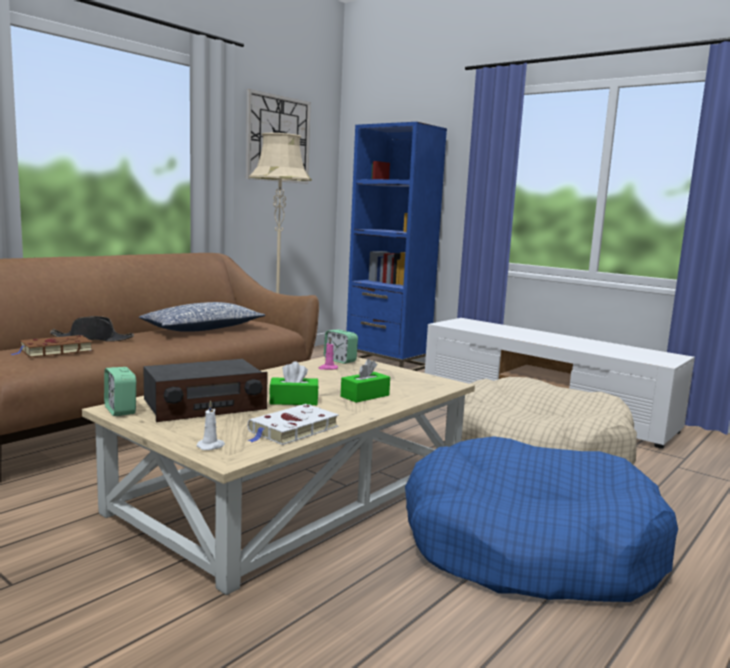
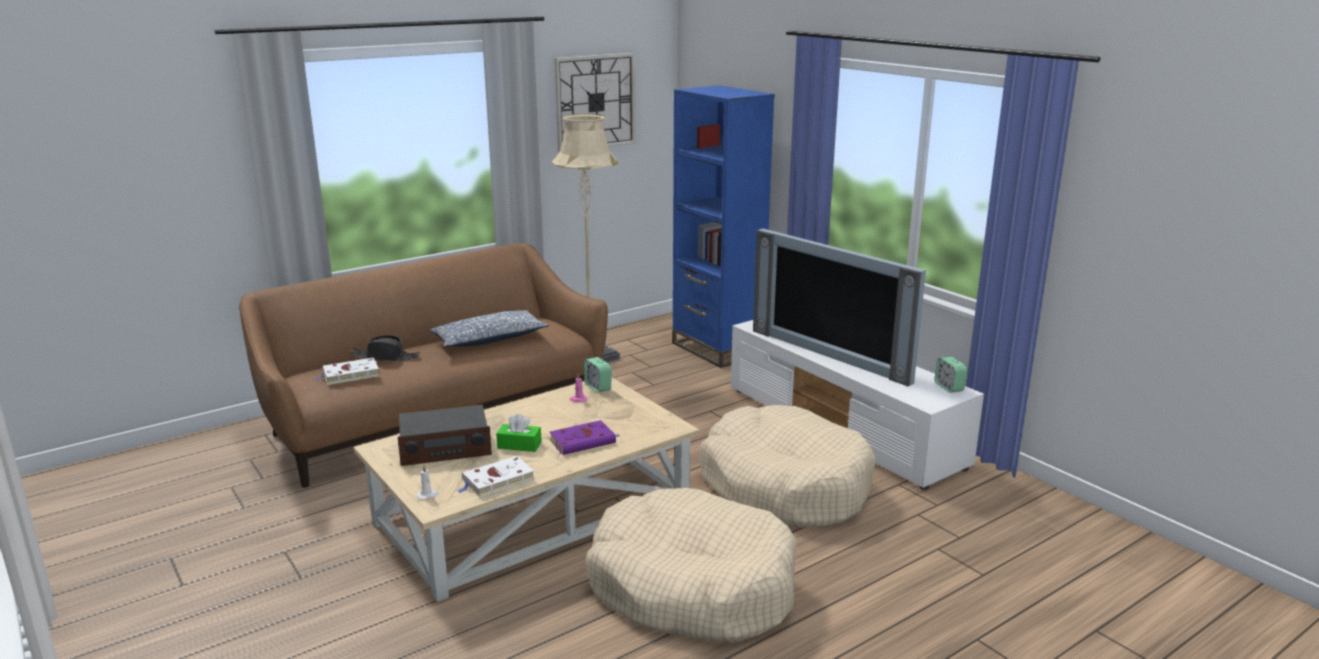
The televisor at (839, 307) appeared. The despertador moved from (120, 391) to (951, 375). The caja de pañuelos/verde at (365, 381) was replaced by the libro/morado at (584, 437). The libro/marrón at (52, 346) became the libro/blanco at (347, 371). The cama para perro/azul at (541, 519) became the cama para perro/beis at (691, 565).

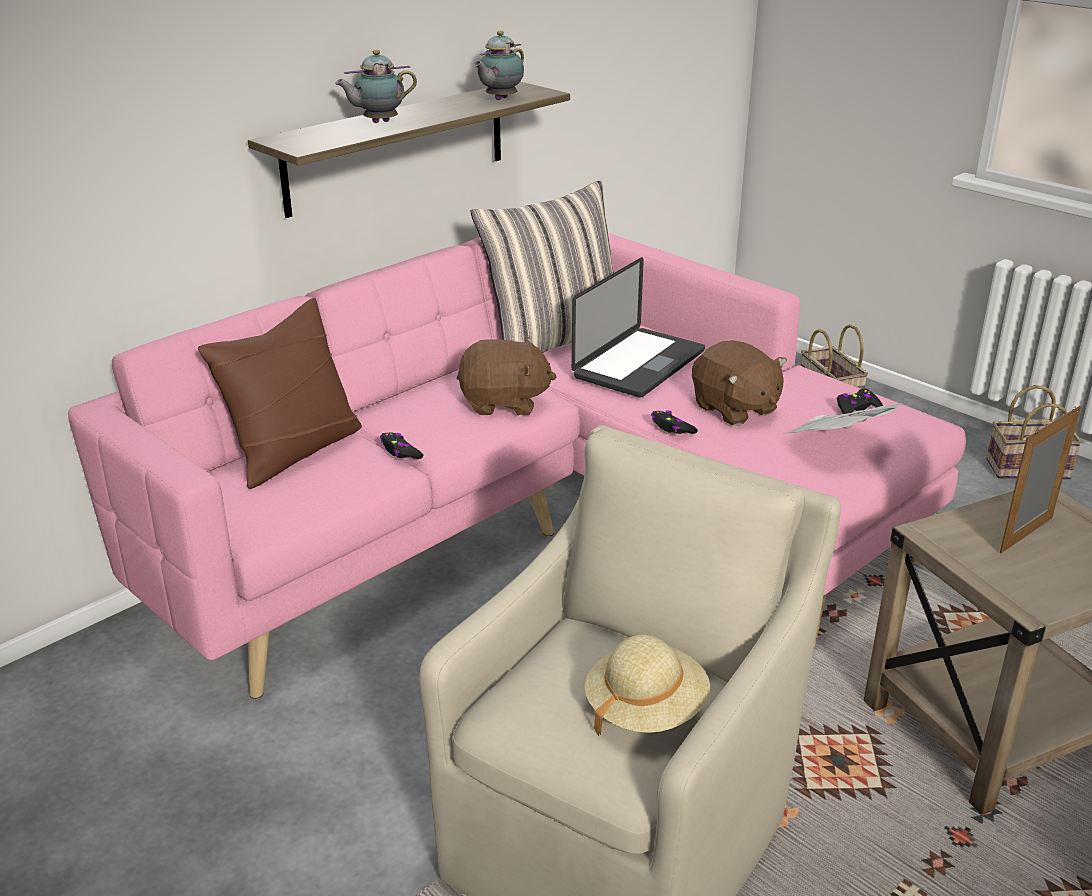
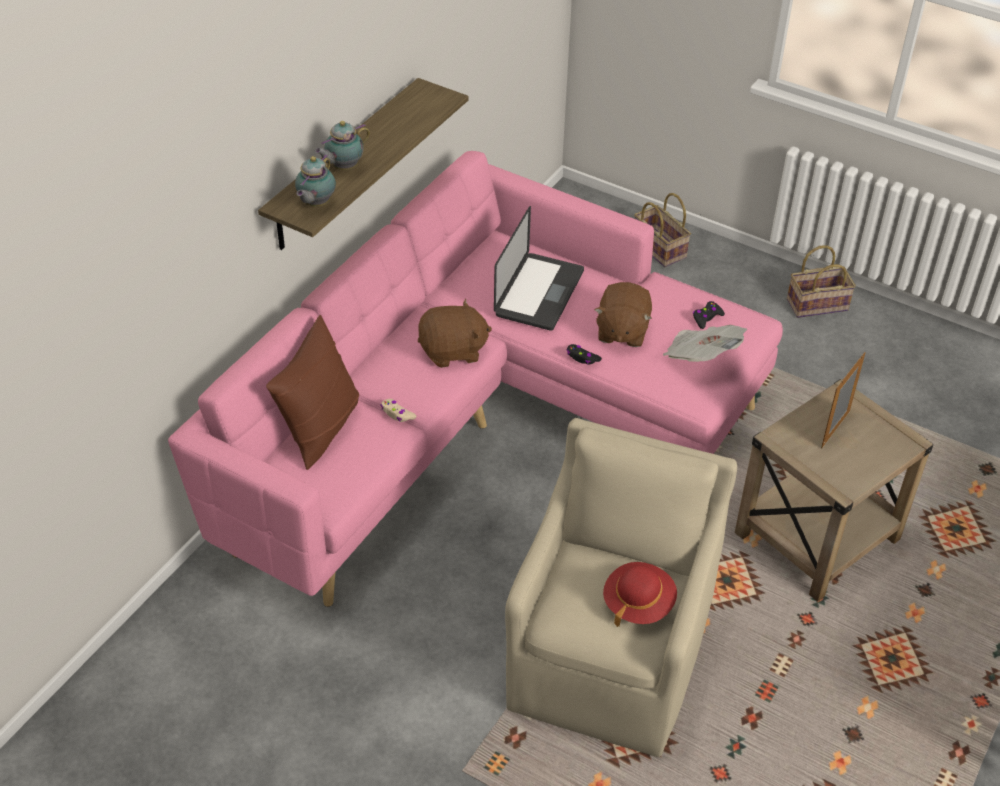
The cojín at (542, 266) disappeared. The tetera moved from (499, 65) to (315, 181). The mando de consola/negro at (401, 446) became the mando de consola/beis at (399, 410). The sombrero/beis at (647, 685) became the sombrero/rojo at (640, 594). The peluche/marrón at (739, 383) turned 60 degrees clockwise.

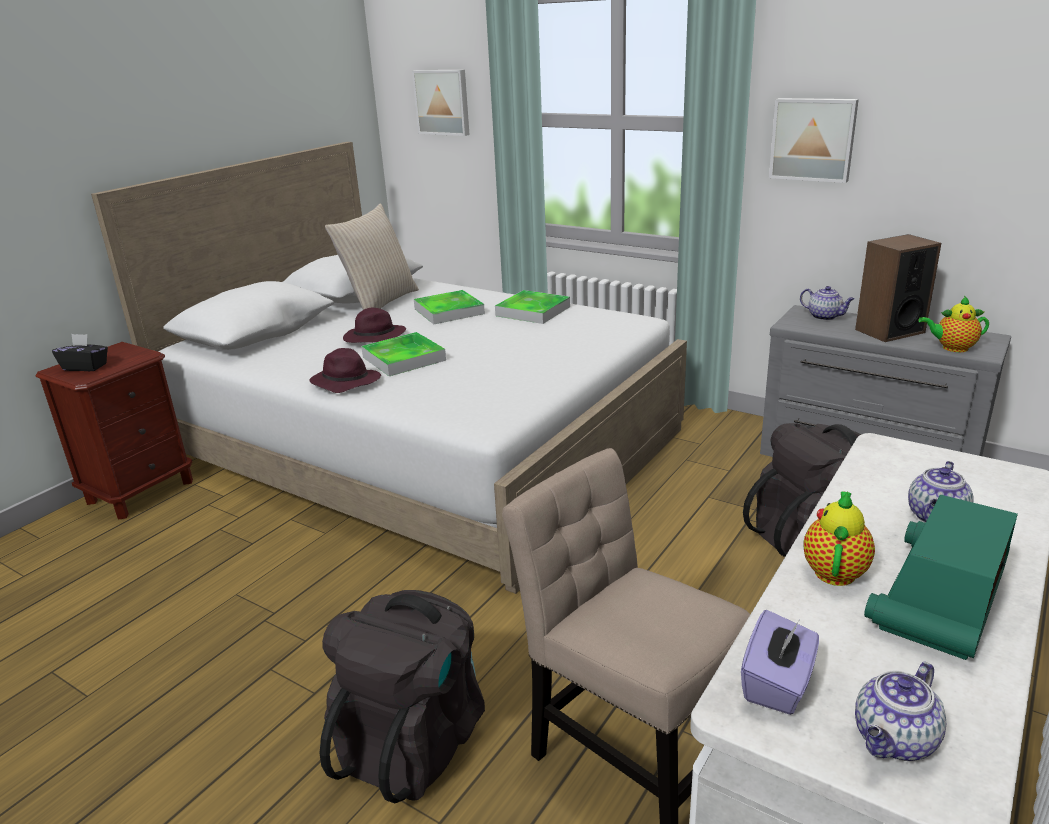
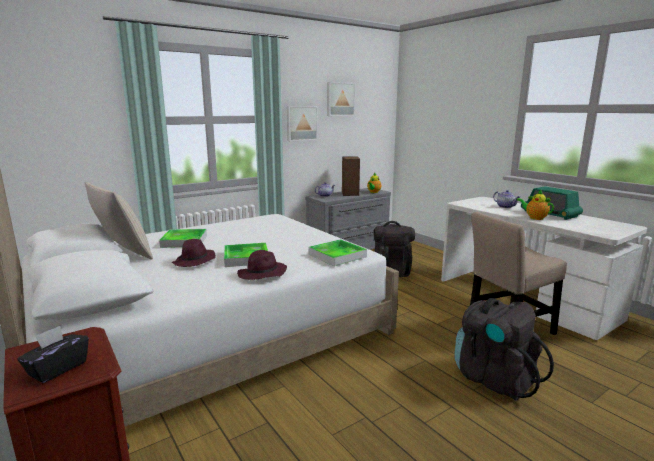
The caja de pañuelos/morado at (780, 662) disappeared. The tetera at (900, 711) disappeared. The cuadro moved from (441, 103) to (341, 99). The bandeja moved from (532, 307) to (337, 252).

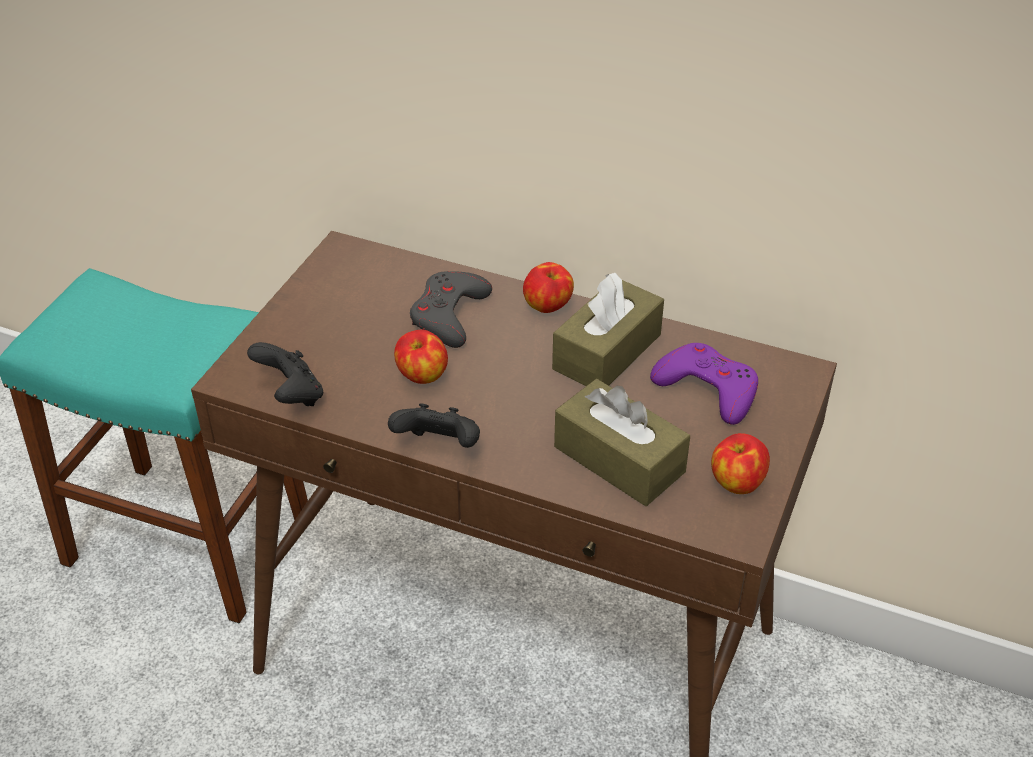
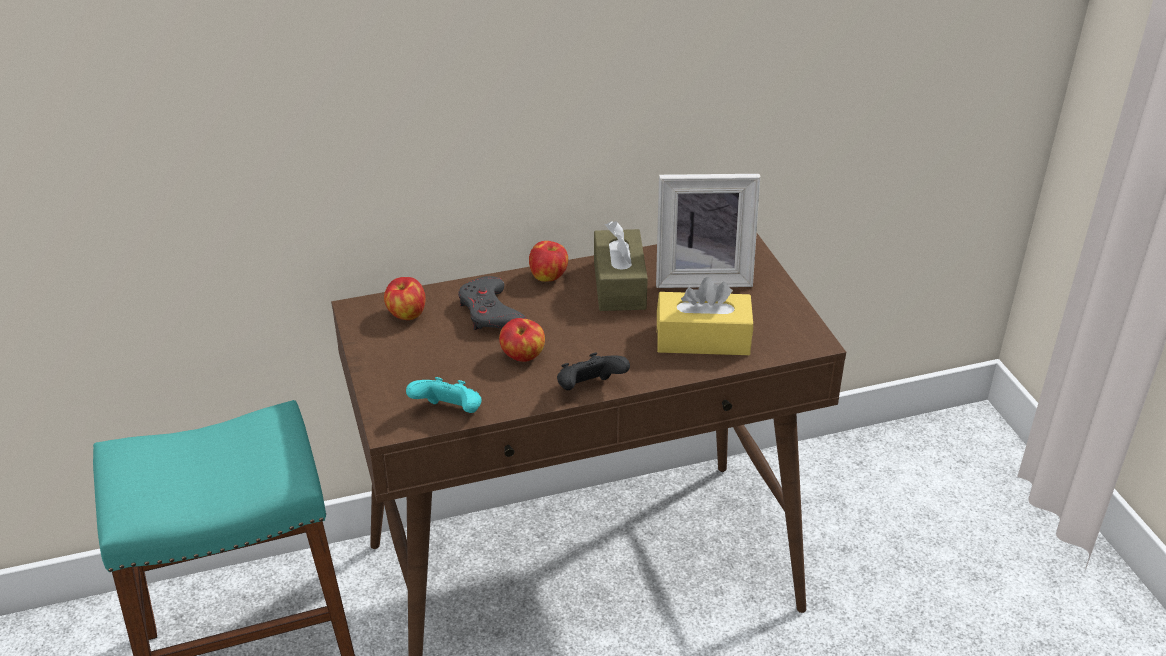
The manzana moved from (740, 463) to (405, 298). The mando de consola/morado at (704, 384) was replaced by the portarretratos at (708, 231). The mando de consola/negro at (285, 374) became the mando de consola/turquesa at (444, 395). The caja de pañuelos/marrón at (622, 442) became the caja de pañuelos/amarillo at (705, 316).

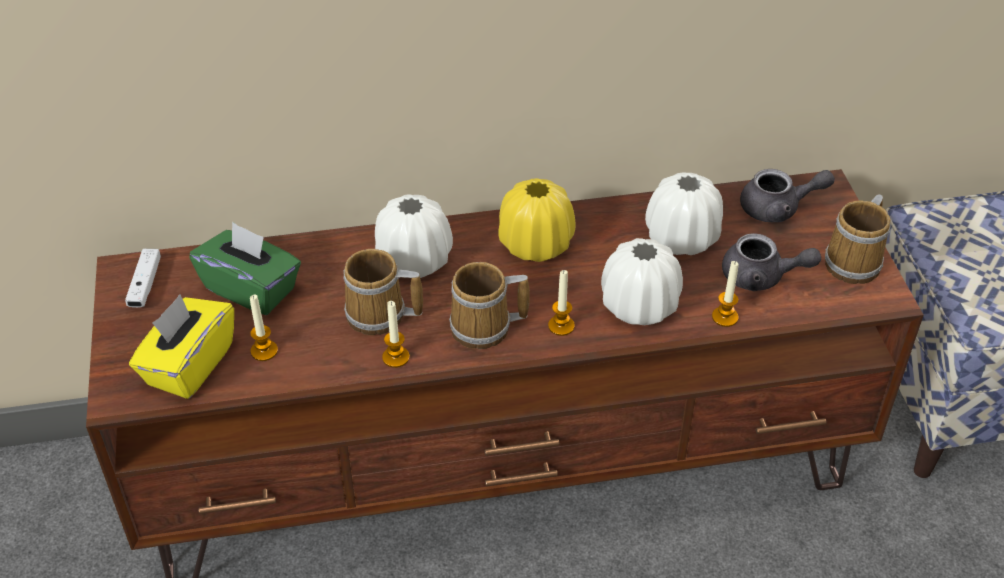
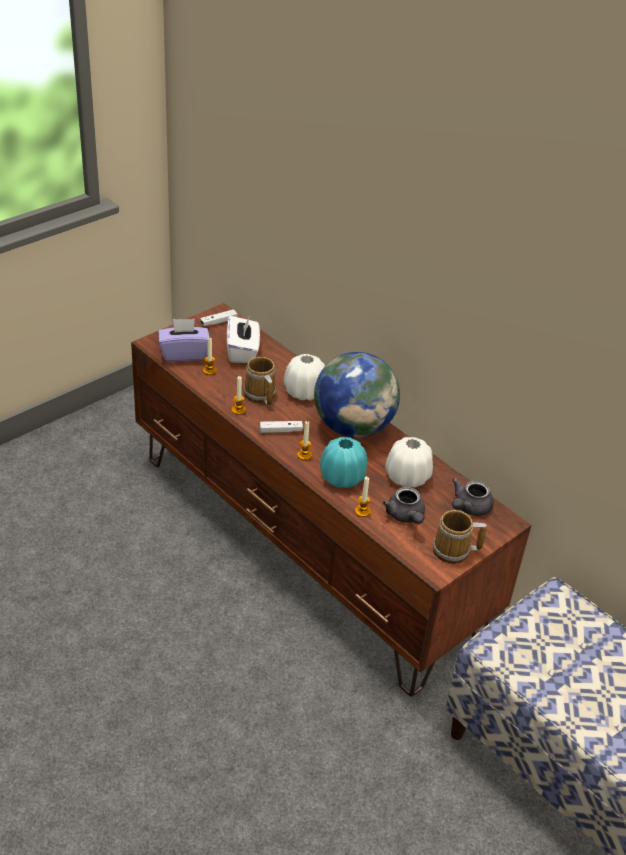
The taza grande at (489, 305) was replaced by the mando de consola/blanco at (281, 427). The florero/amarillo at (537, 220) was replaced by the globo terráqueo at (357, 395). The caja de pañuelos/amarillo at (181, 346) became the caja de pañuelos/morado at (184, 340). The caja de pañuelos/verde at (245, 268) became the caja de pañuelos/blanco at (243, 339). The florero/blanco at (642, 281) became the florero/turquesa at (343, 462). The tetera/gris at (787, 195) turned 75 degrees clockwise.

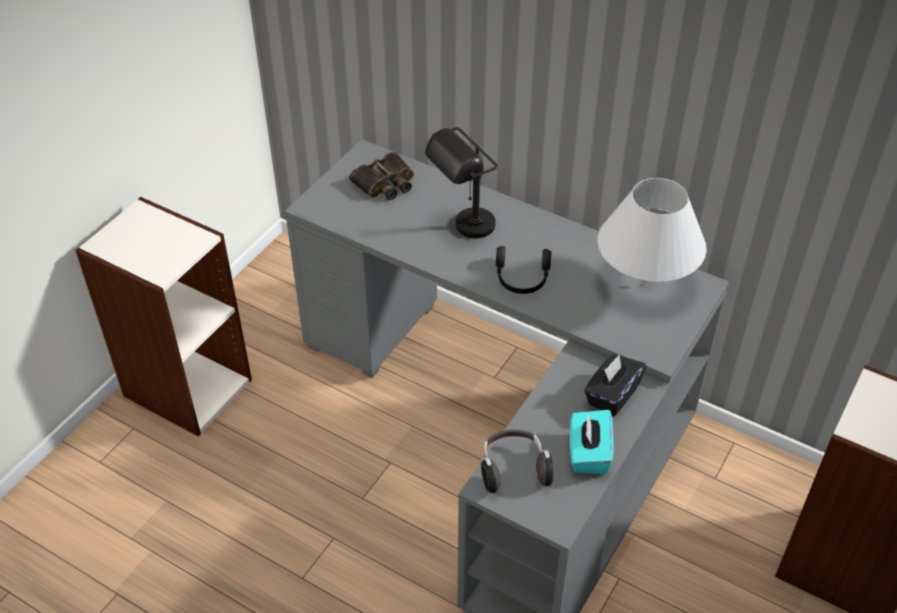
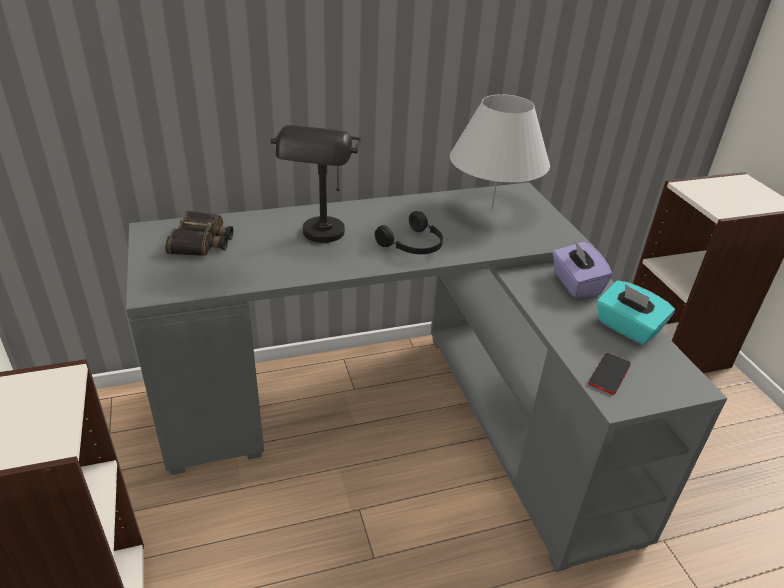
The auriculares at (517, 461) was replaced by the móvil at (610, 374). The caja de pañuelos/negro at (615, 385) became the caja de pañuelos/morado at (582, 269).

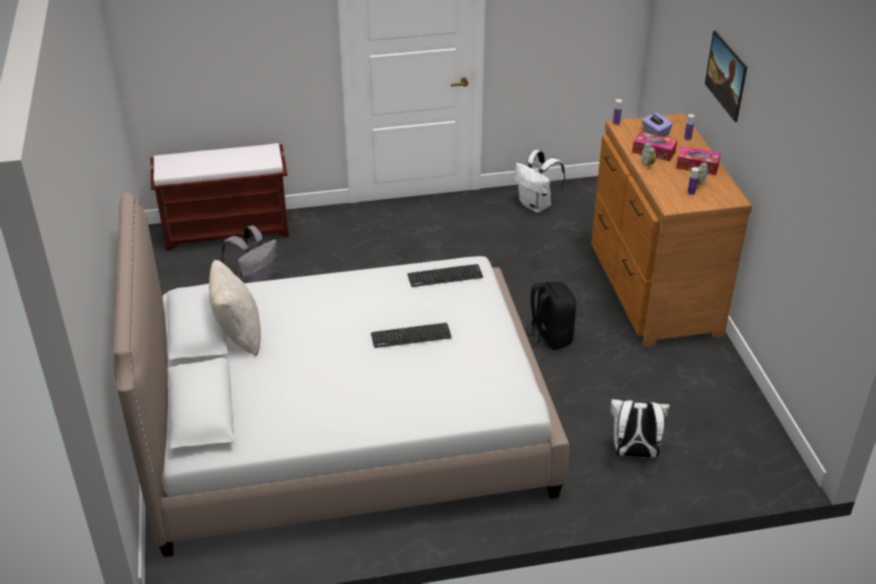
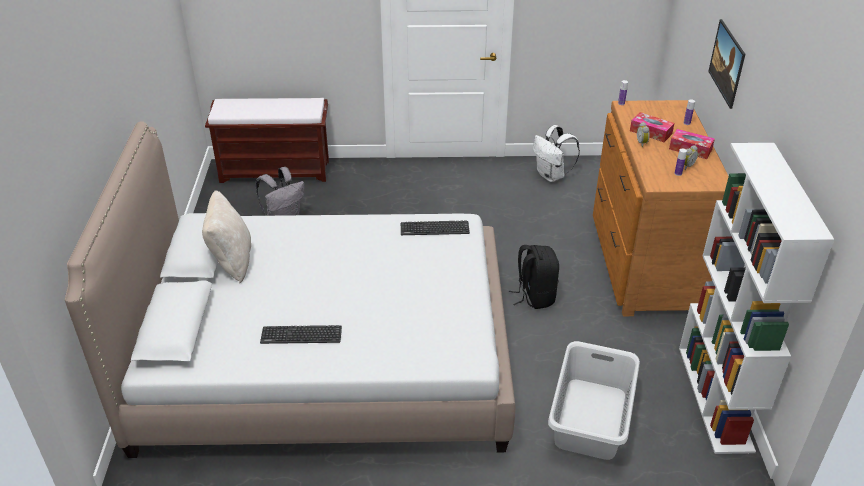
The caja de pañuelos/morado at (657, 124) disappeared. The estantería/blanco at (756, 298) appeared. The teclado moved from (411, 335) to (301, 334). The mochila/blanco at (640, 428) was replaced by the cesto de la ropa/gris at (594, 400).

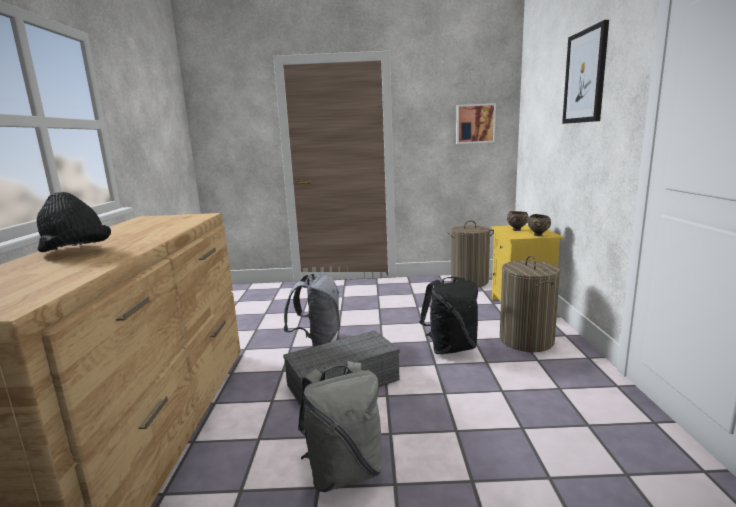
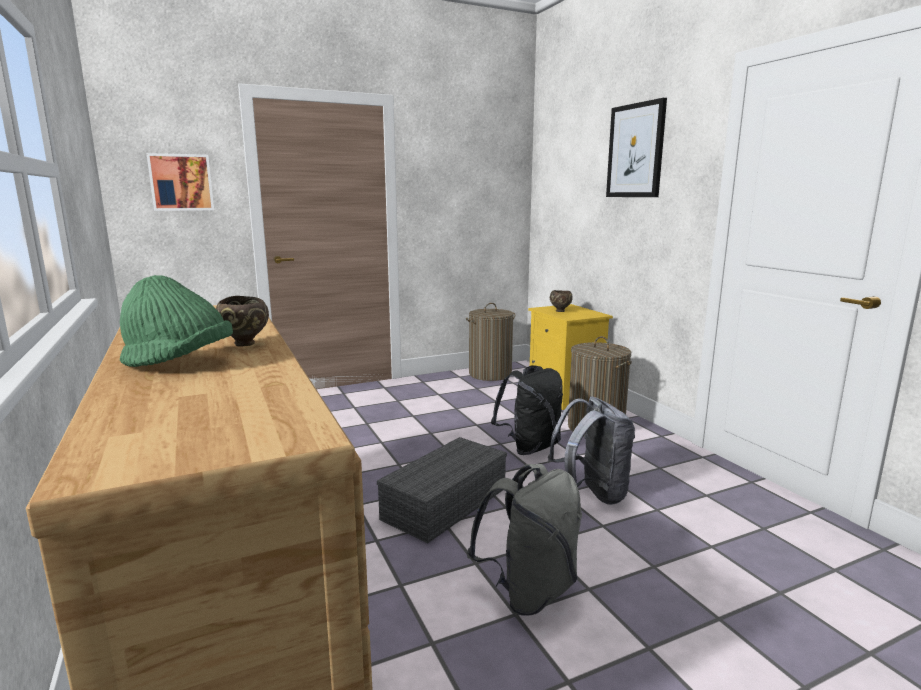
The mochila/gris moved from (311, 310) to (591, 450). The cuadro moved from (476, 123) to (180, 182). The cuenco/marrón moved from (539, 225) to (242, 321). The sombrero/negro at (74, 222) became the sombrero/verde at (176, 321).

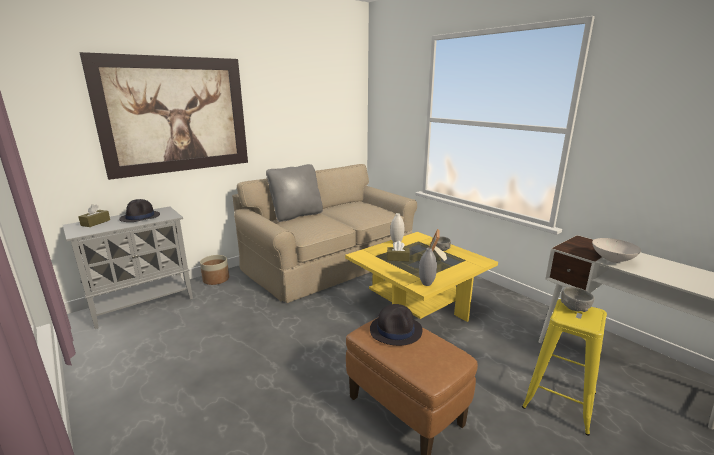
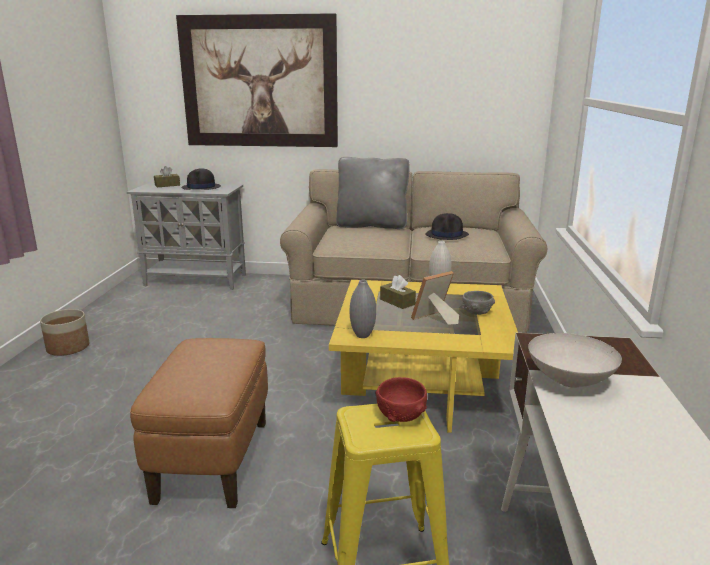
The maceta moved from (214, 270) to (64, 332). The sombrero/negro moved from (396, 325) to (447, 226). The cuenco/gris at (578, 299) became the cuenco/rojo at (401, 399).

